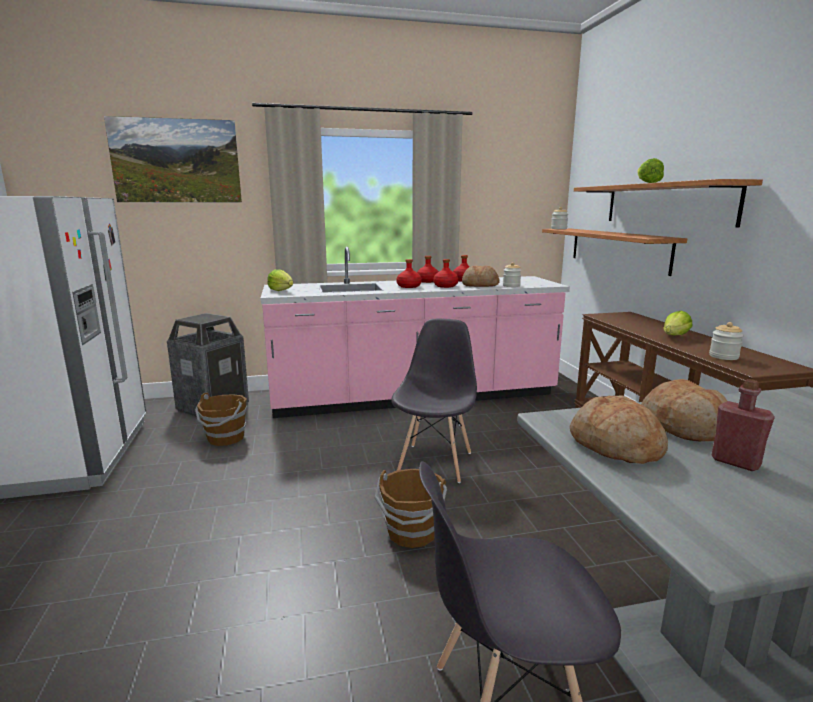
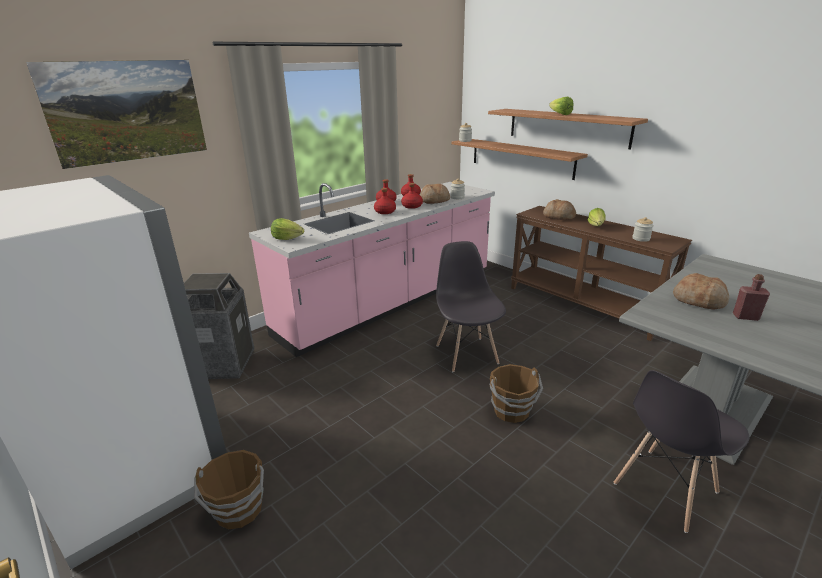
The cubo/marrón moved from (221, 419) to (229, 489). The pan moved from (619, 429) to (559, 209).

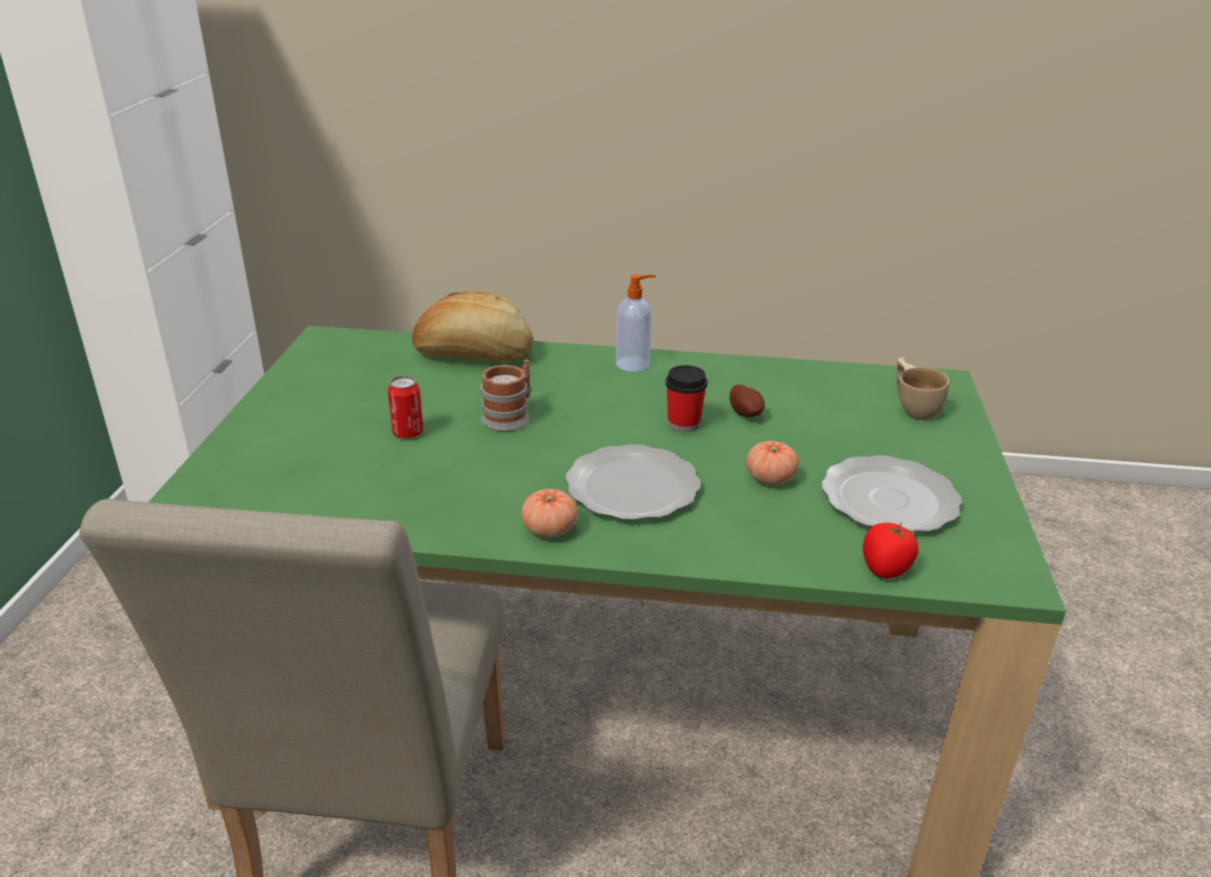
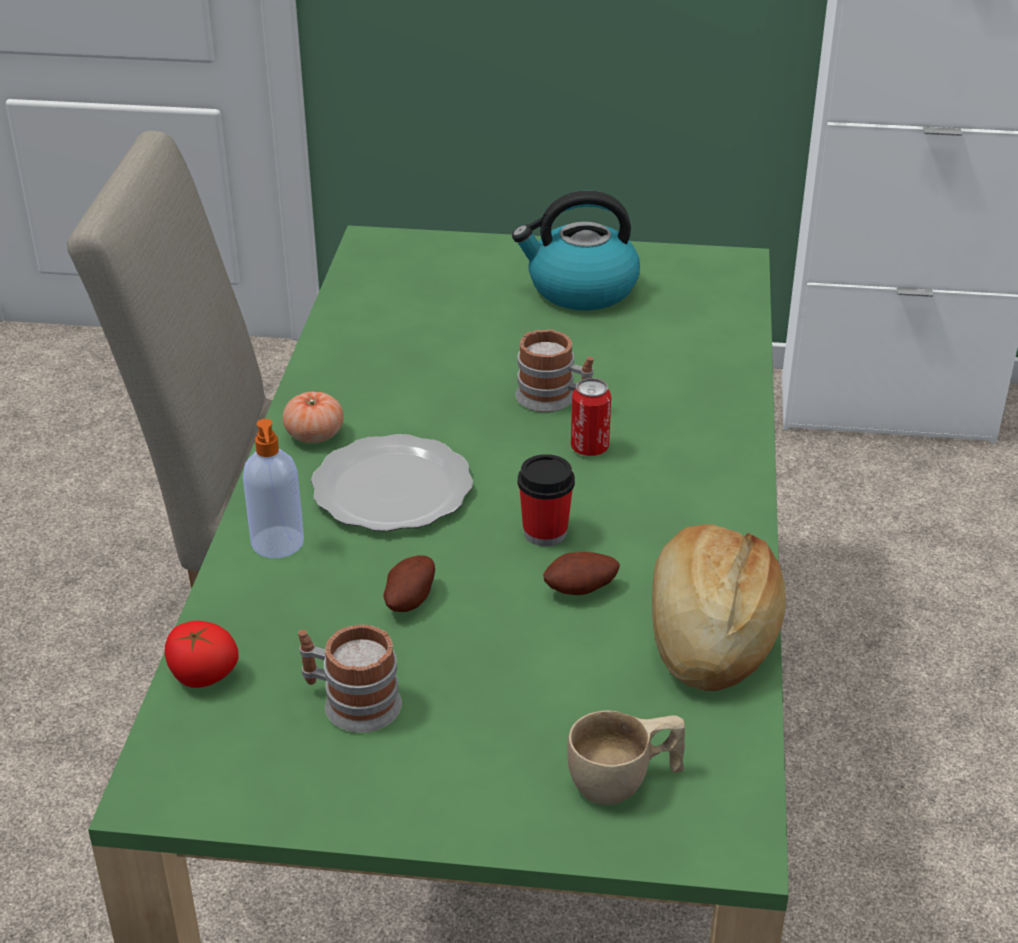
The hervidor at (576, 250) appeared. The lata moved from (405, 407) to (591, 417). The pan moved from (472, 326) to (719, 607). The dispensador de jabón moved from (636, 323) to (273, 488). The tomate at (772, 463) was replaced by the patata at (409, 583). The plato at (891, 493) was replaced by the taza grande at (350, 679).

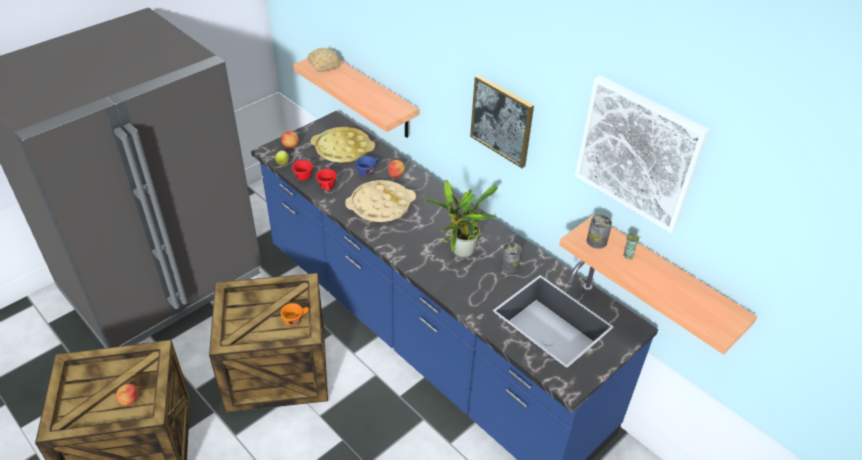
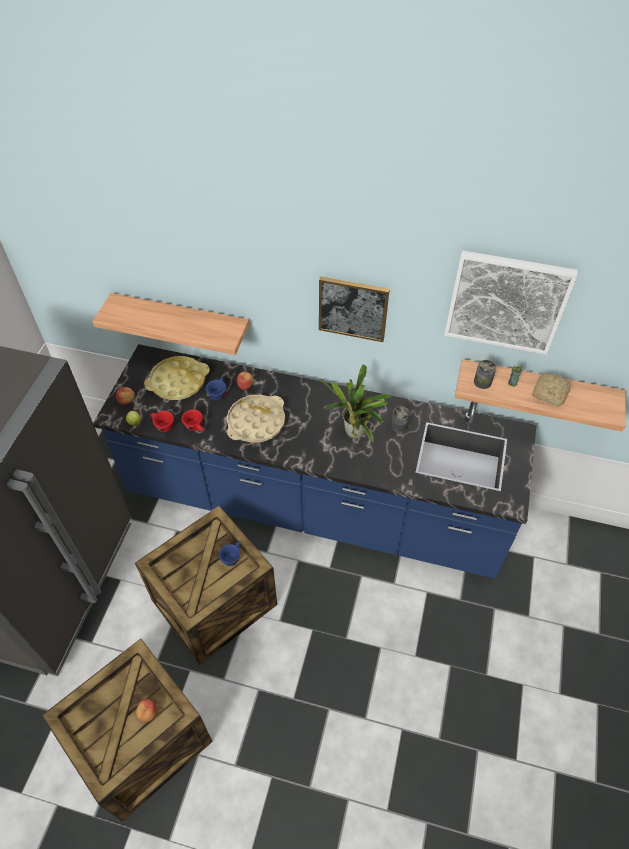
The pan moved from (323, 60) to (551, 390). The taza/naranja at (294, 314) became the taza/azul at (230, 554).

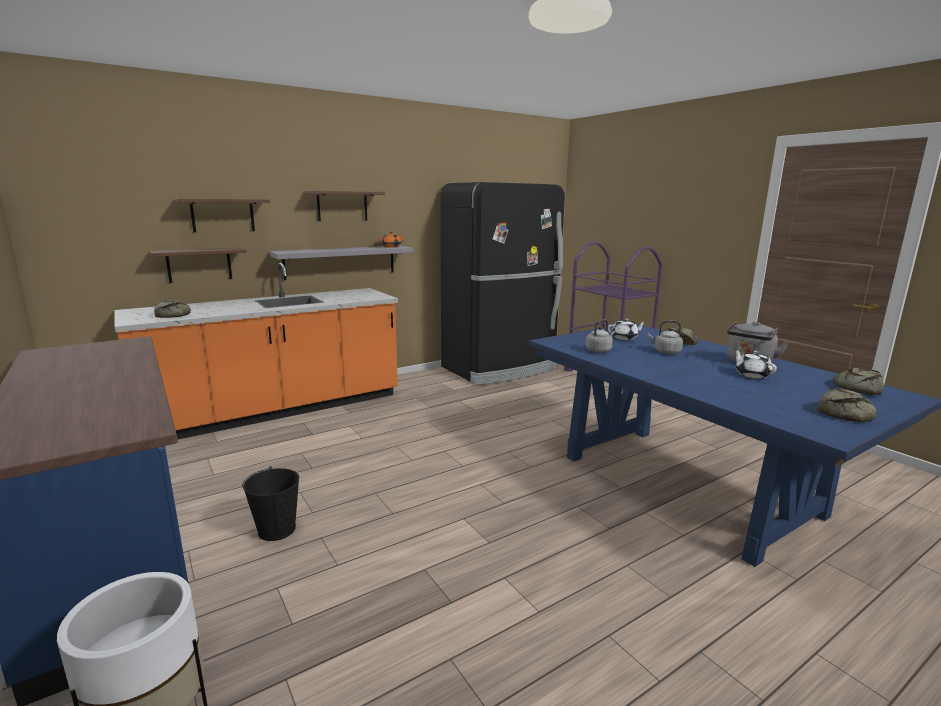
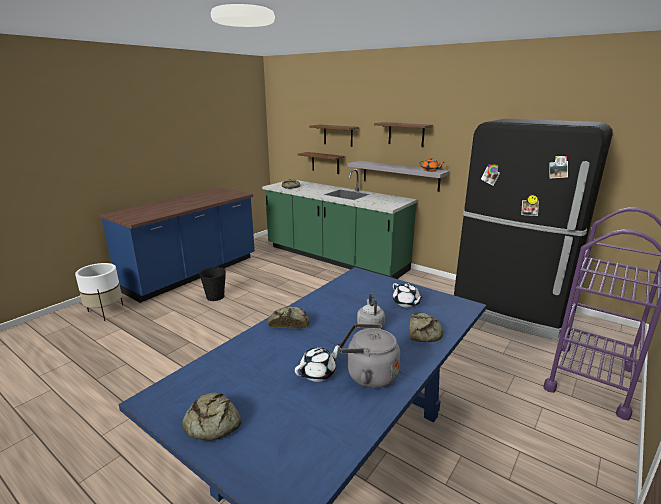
The hervidor/gris at (600, 336) disappeared. The pan moved from (858, 381) to (289, 317). The mueble bajo de cocina/naranja at (256, 351) became the mueble bajo de cocina/verde at (339, 224).

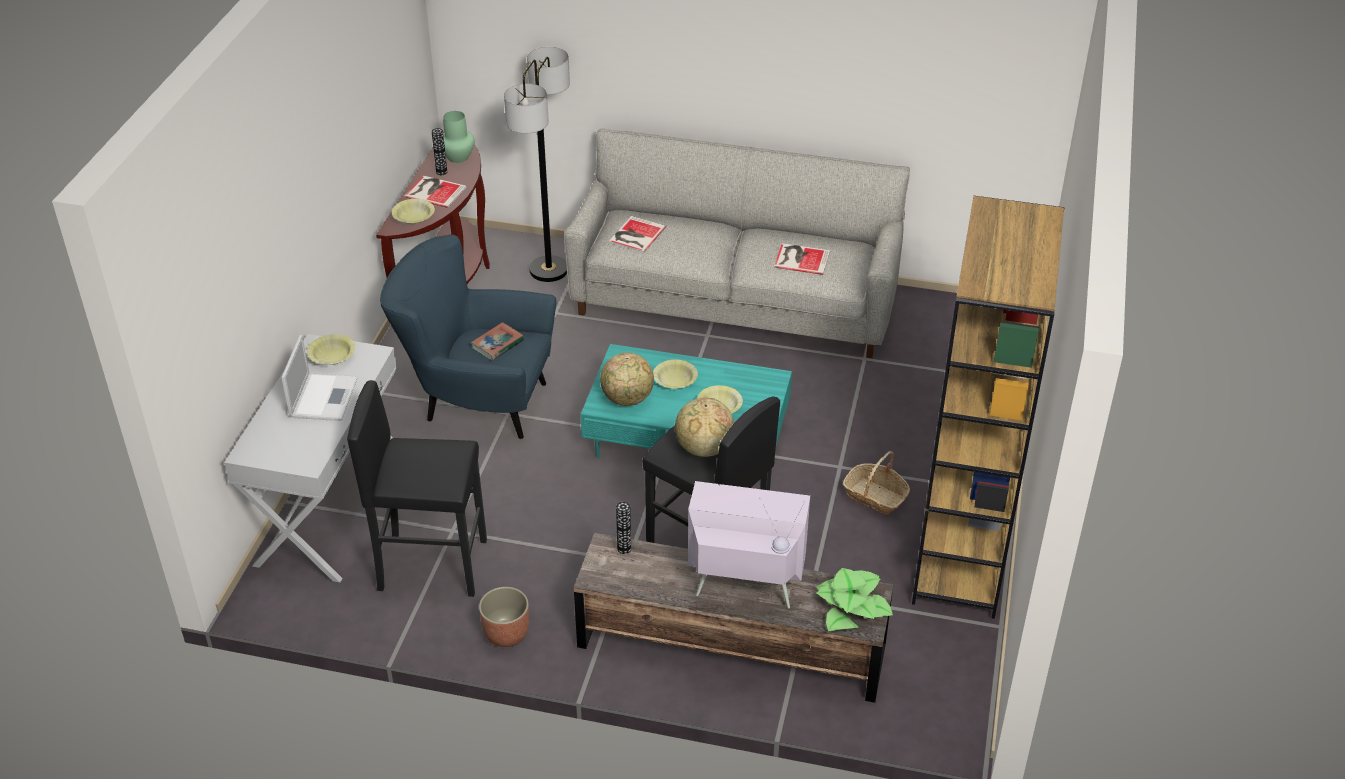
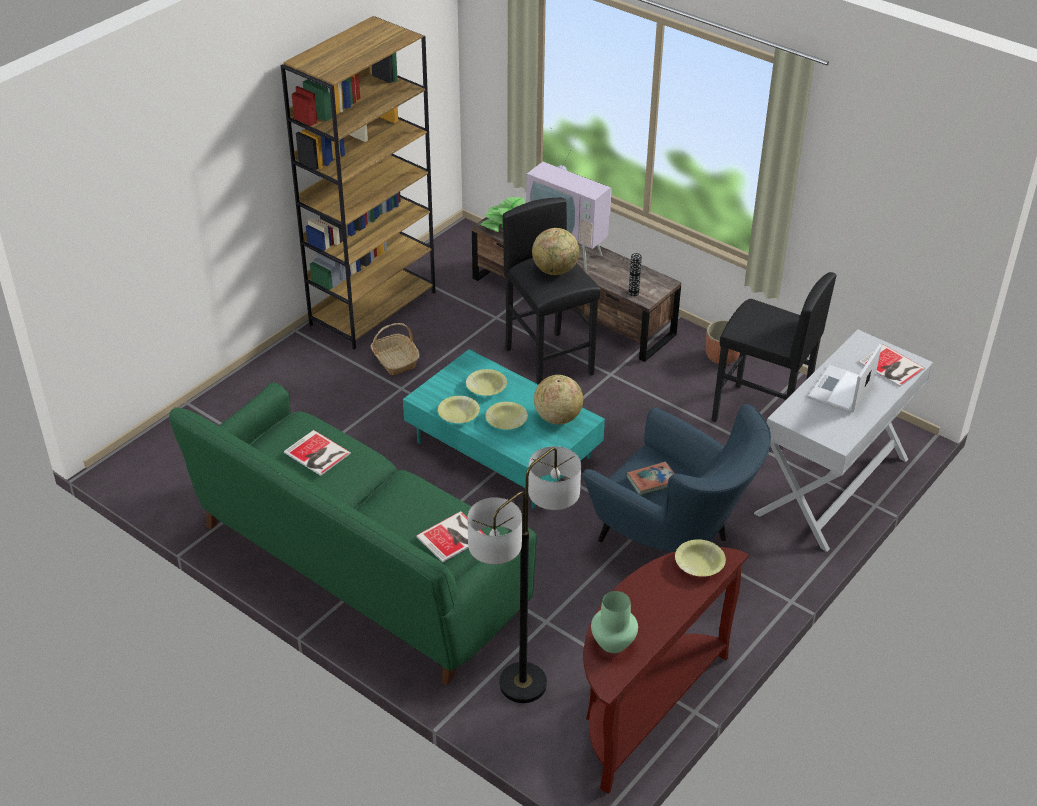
The florero at (439, 151) disappeared. The cuenco/amarillo moved from (331, 349) to (459, 409). The libro moved from (435, 191) to (891, 365). The sofá/gris at (737, 243) became the sofá/verde at (353, 533).

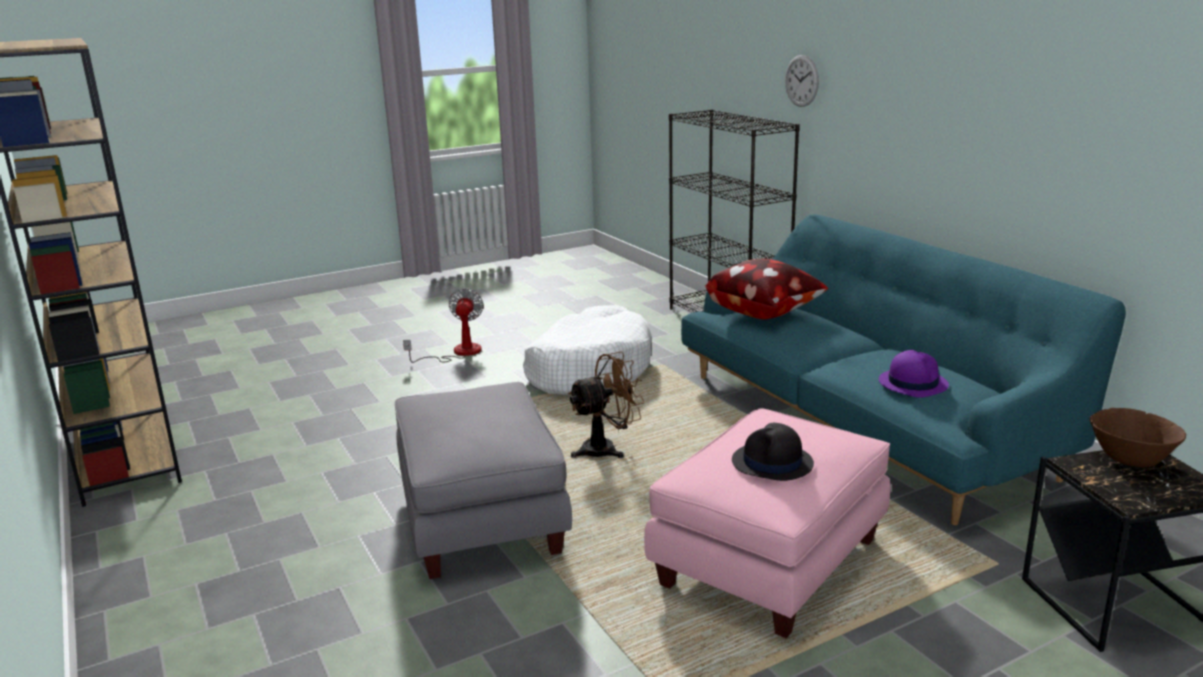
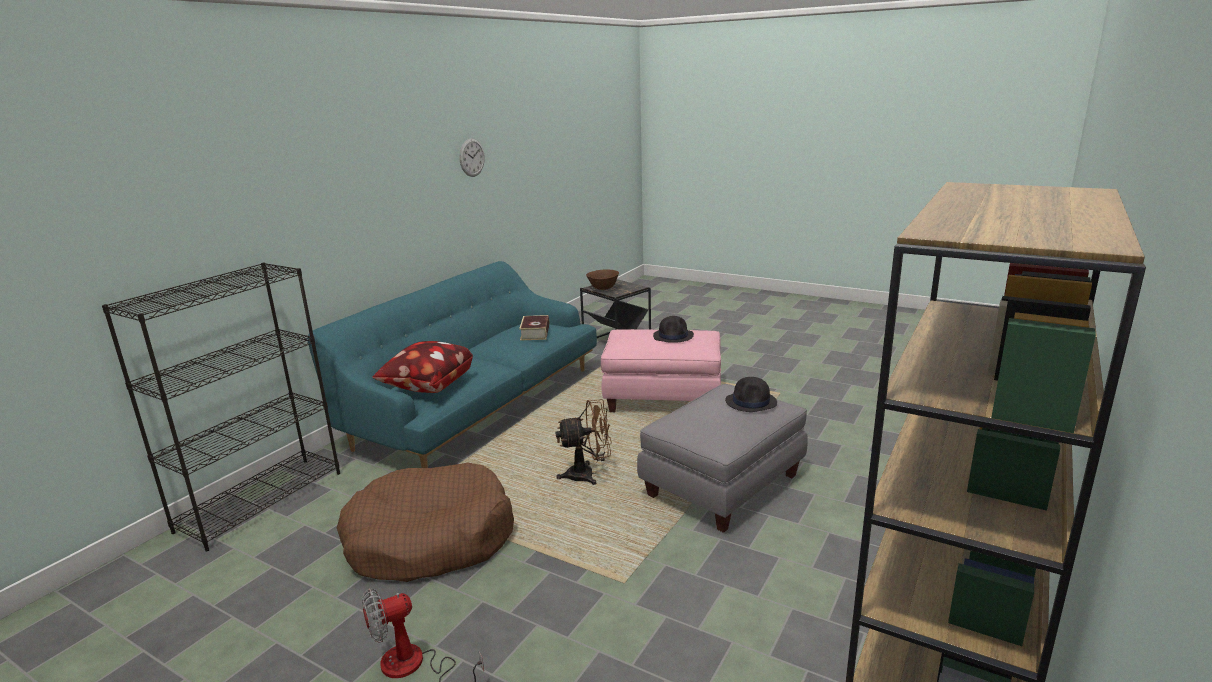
The sombrero/negro at (751, 394) appeared. The reloj de pared moved from (802, 81) to (472, 158). The sombrero/morado at (914, 374) was replaced by the libro at (534, 328). The cama para perro/blanco at (587, 350) became the cama para perro/marrón at (425, 522). The ventilador/marrón at (606, 405) turned 135 degrees clockwise.

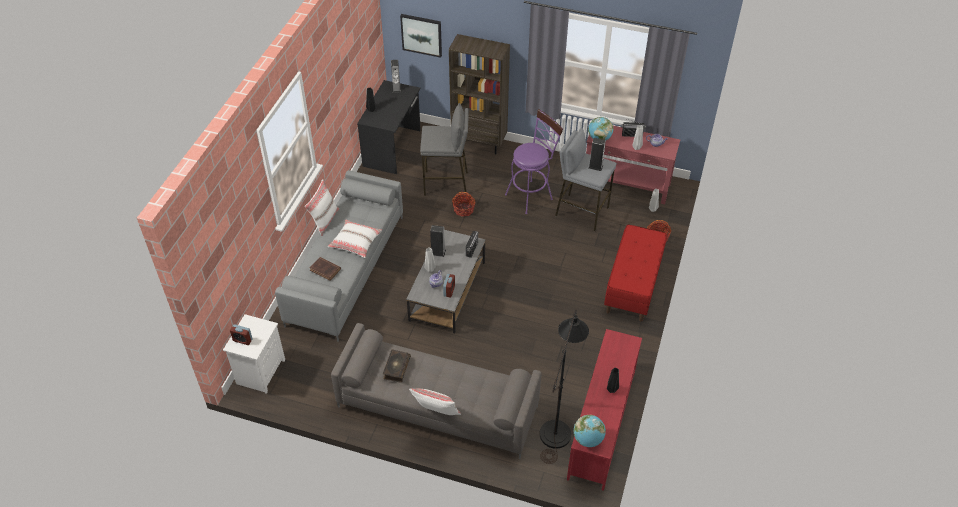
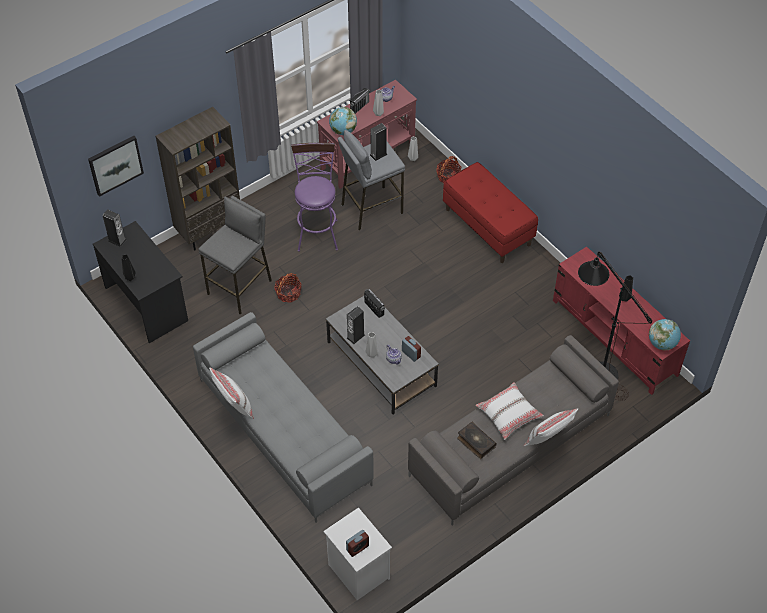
The libro/marrón at (325, 269) disappeared. The cojín/blanco moved from (354, 238) to (509, 411).

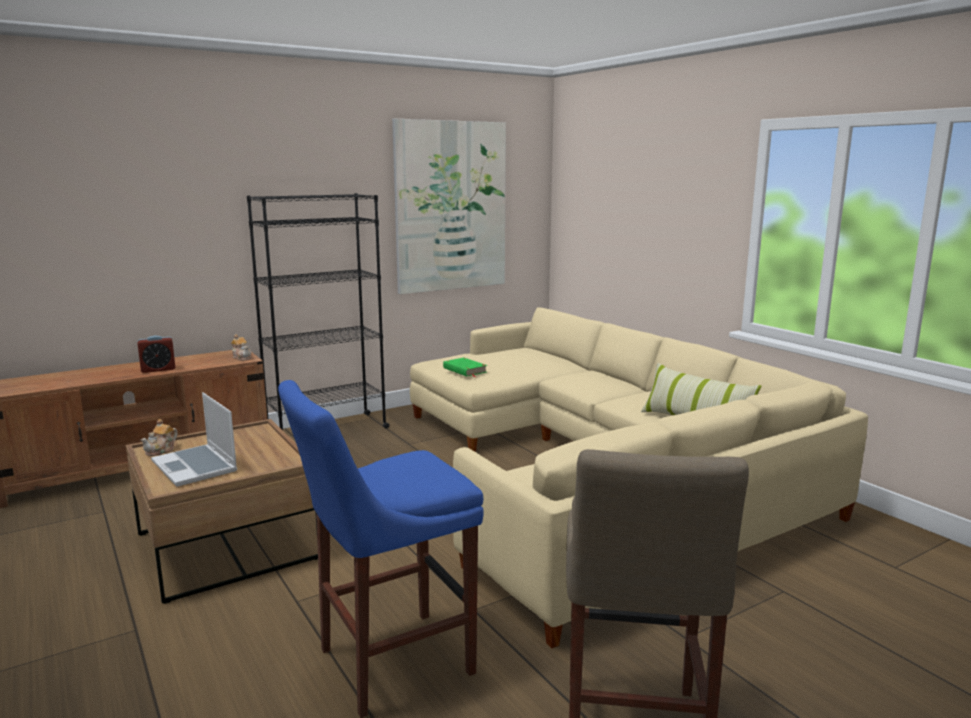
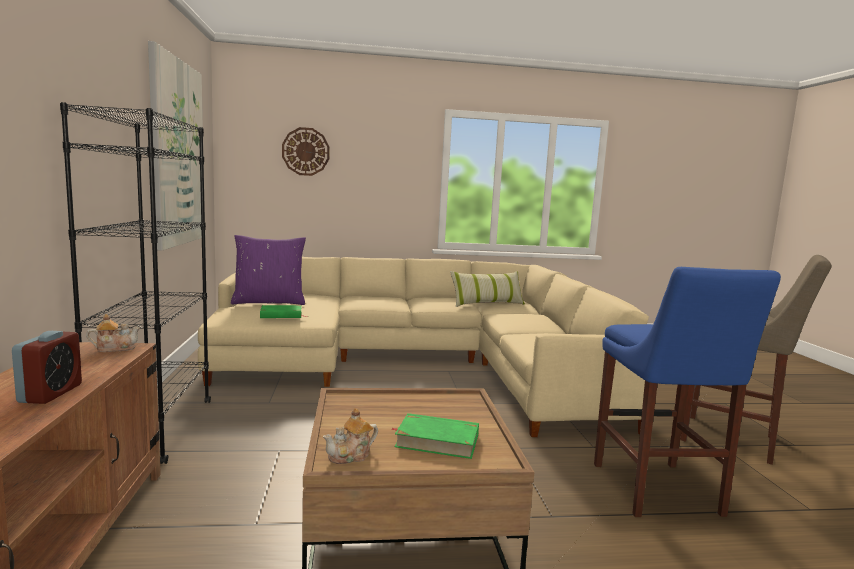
The cojín/morado at (268, 270) appeared. The reloj de pared at (306, 151) appeared. The portátil at (194, 439) was replaced by the libro/verde at (435, 436). The tetera at (159, 437) turned 90 degrees clockwise.

